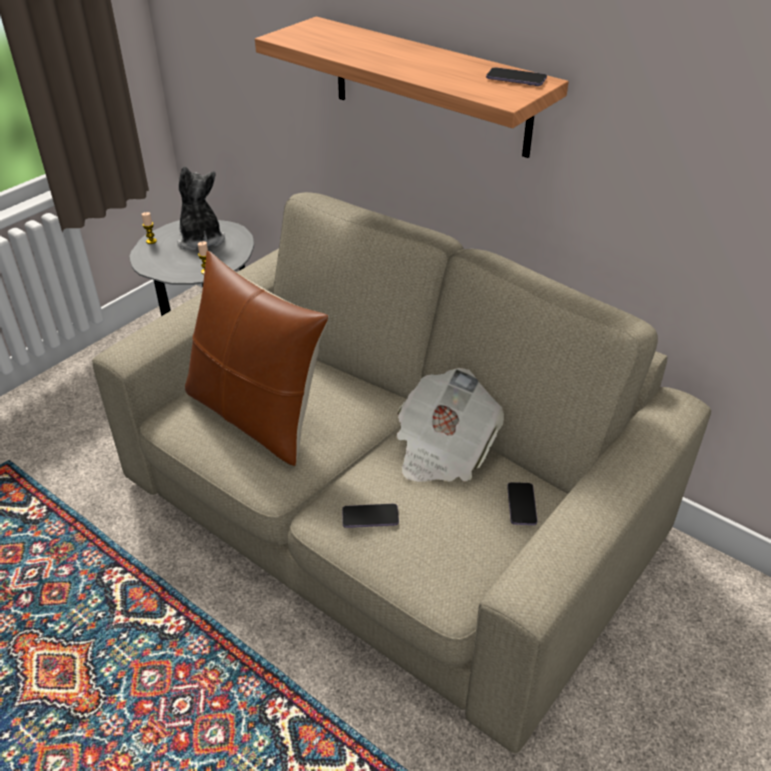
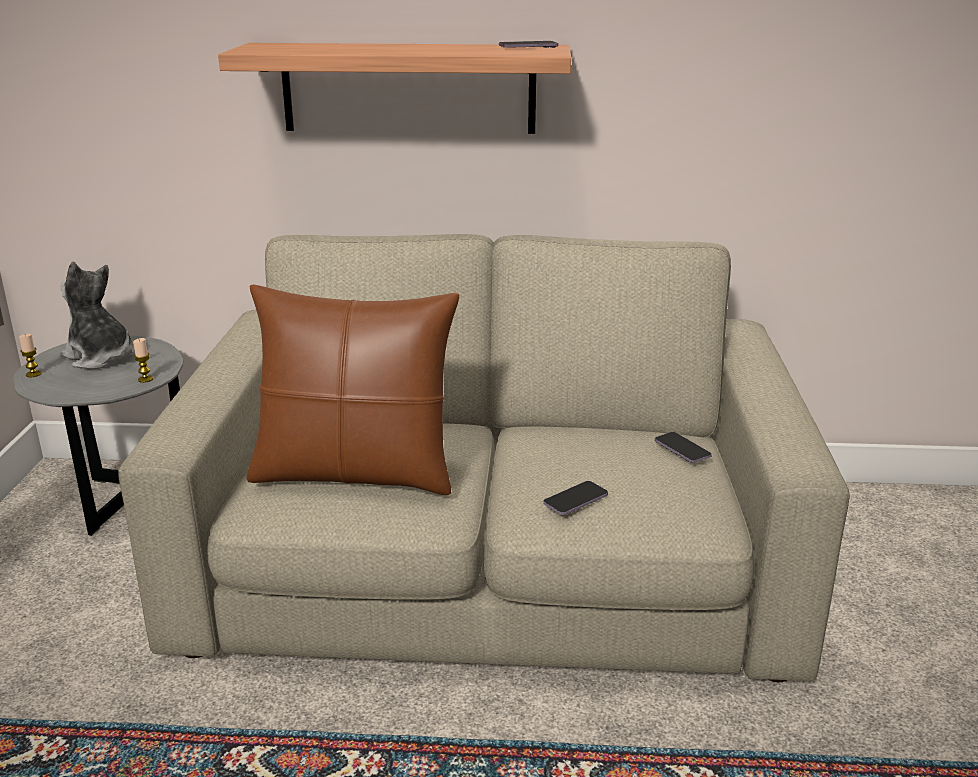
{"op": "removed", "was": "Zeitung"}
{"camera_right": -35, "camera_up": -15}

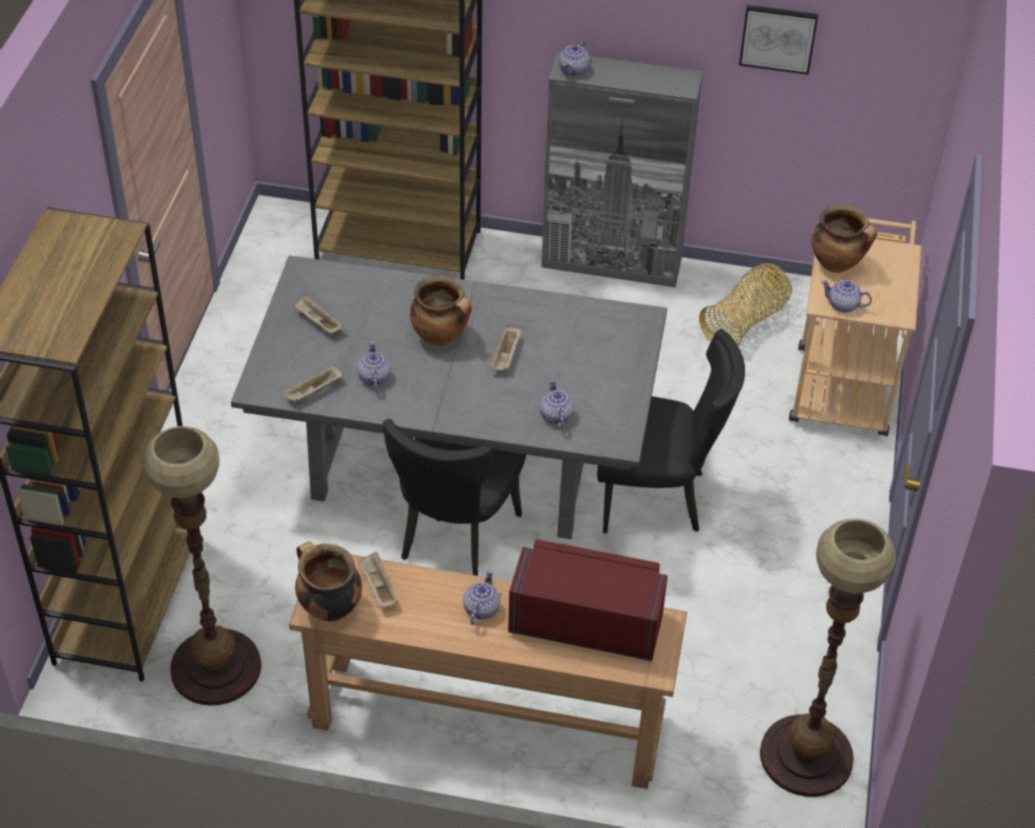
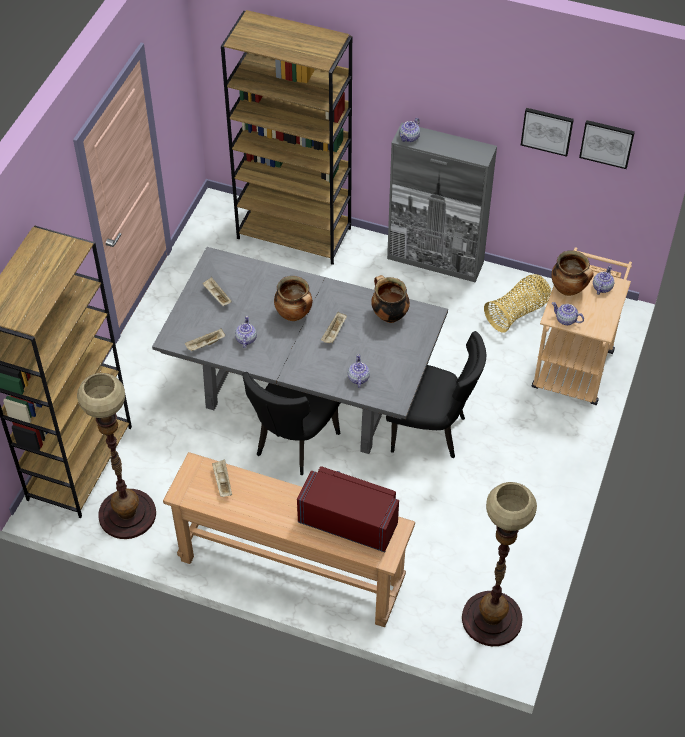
{"op": "moved", "was": "Kochtopf (1st from left in the first image)", "now": "Kochtopf (2nd from left)"}
{"op": "added", "now": "Bild (2nd from left)"}
{"op": "moved", "was": "Teekanne (2nd from left in the first image)", "now": "Teekanne (5th from left)"}
{"camera_right": 10, "camera_up": 5}

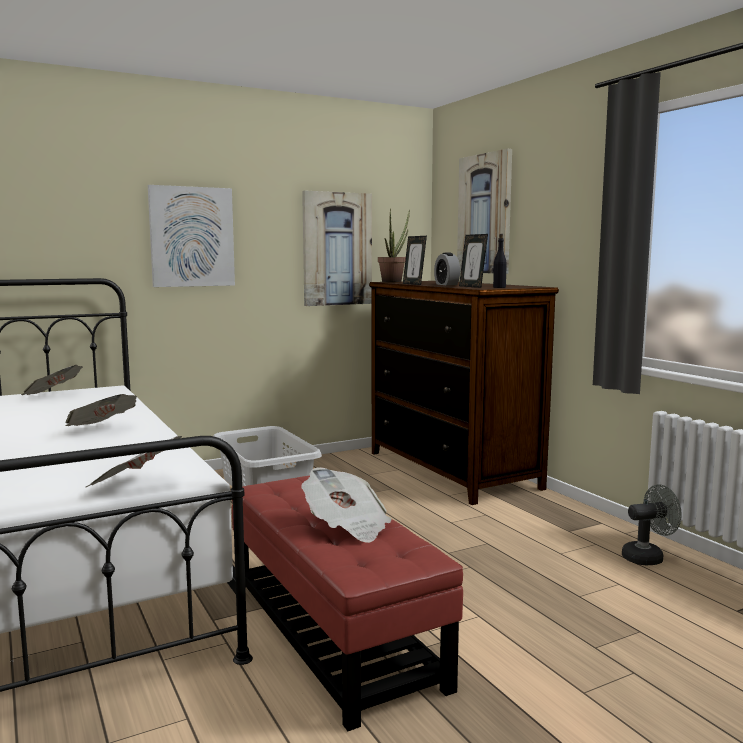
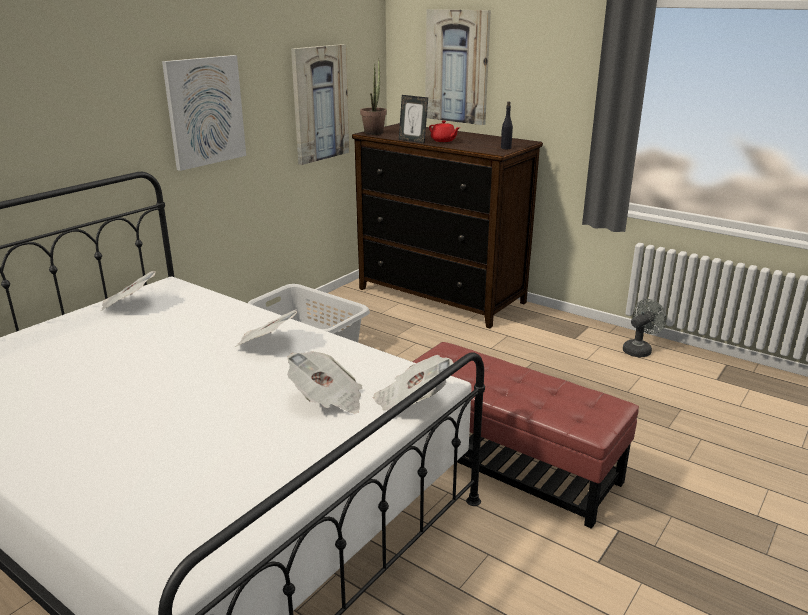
{"op": "moved", "was": "Zeitung (4th from left in the first image)", "now": "Zeitung (3rd from left)"}
{"op": "replaced", "was": "Wecker", "now": "Teekanne/rot"}
{"op": "removed", "was": "Bilderrahmen (2nd from left)"}
{"camera_right": -25, "camera_up": 15}

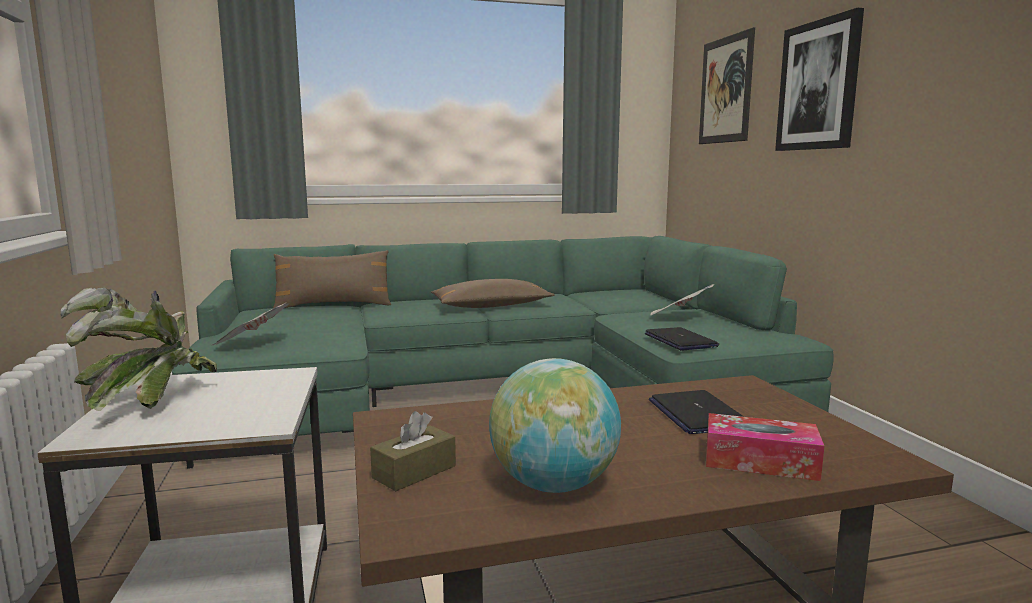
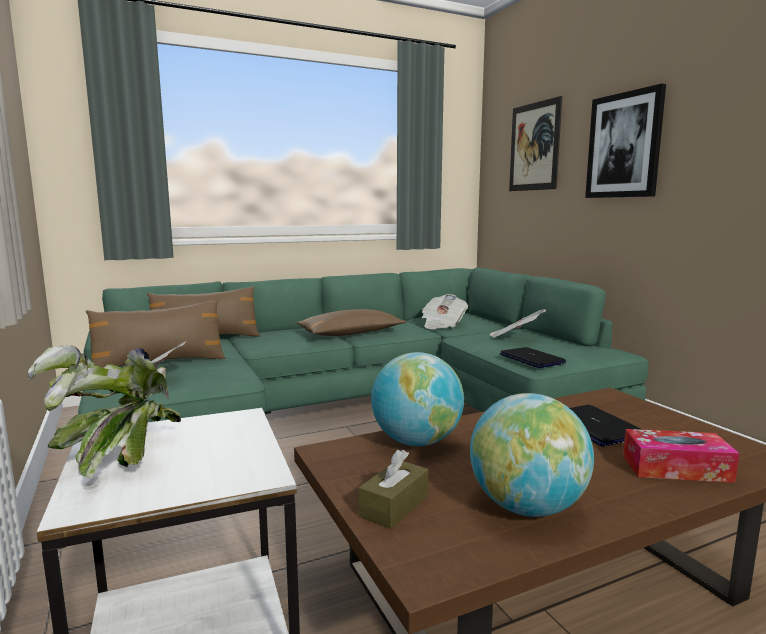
{"op": "added", "now": "Kissen/braun (1st from left)"}
{"op": "added", "now": "Globus (1st from left)"}
{"op": "added", "now": "Zeitung (2nd from left)"}
{"camera_right": -10, "camera_up": 0}

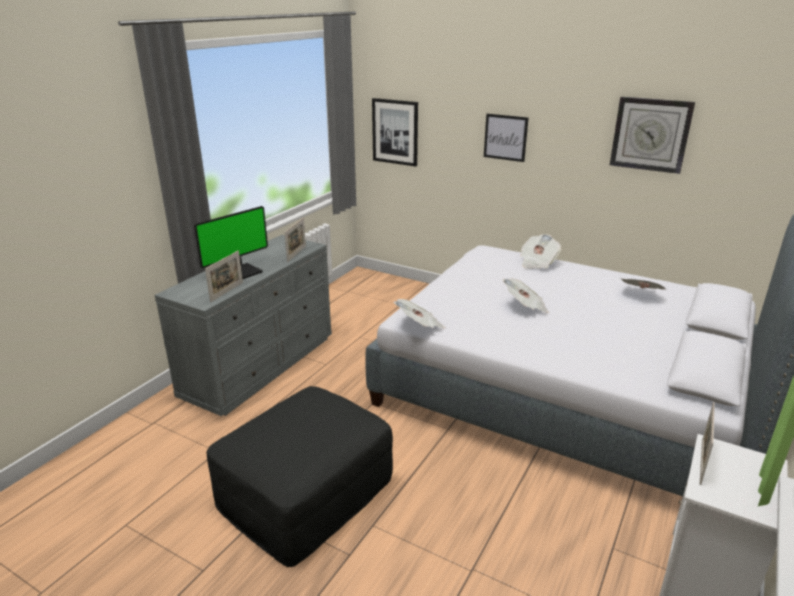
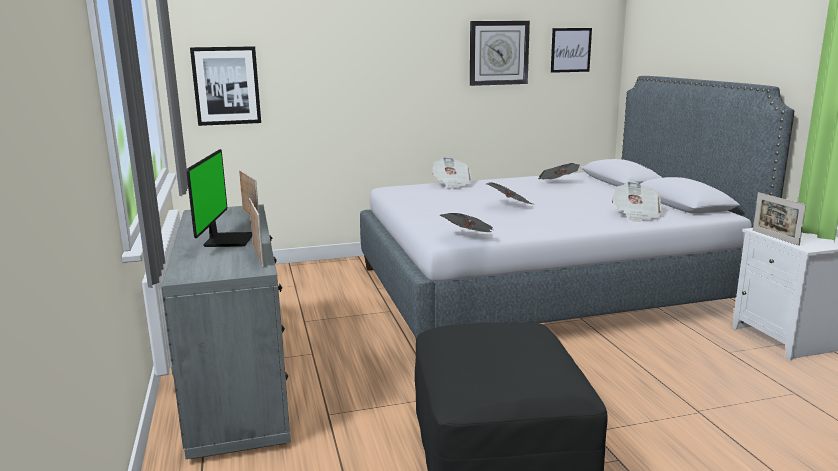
{"op": "moved", "was": "Bild (2nd from left)"}
{"op": "added", "now": "Zeitung (5th from left)"}
{"camera_right": -45, "camera_up": -10}

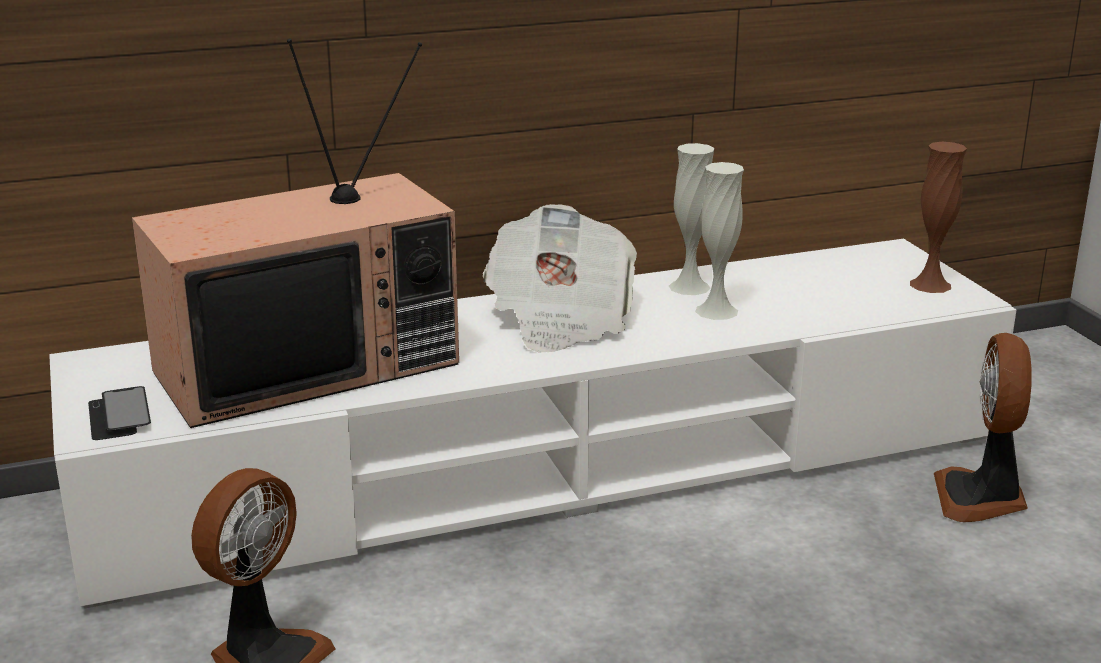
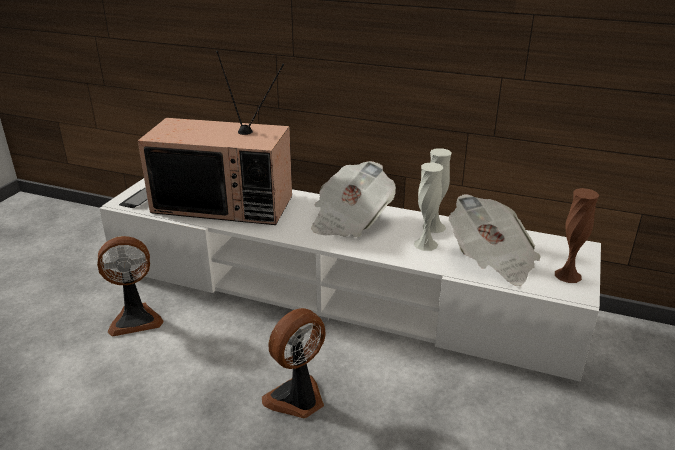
{"op": "moved", "was": "Ventilator (2nd from left)"}
{"op": "added", "now": "Zeitung (2nd from left)"}
{"camera_right": 40, "camera_up": 5}

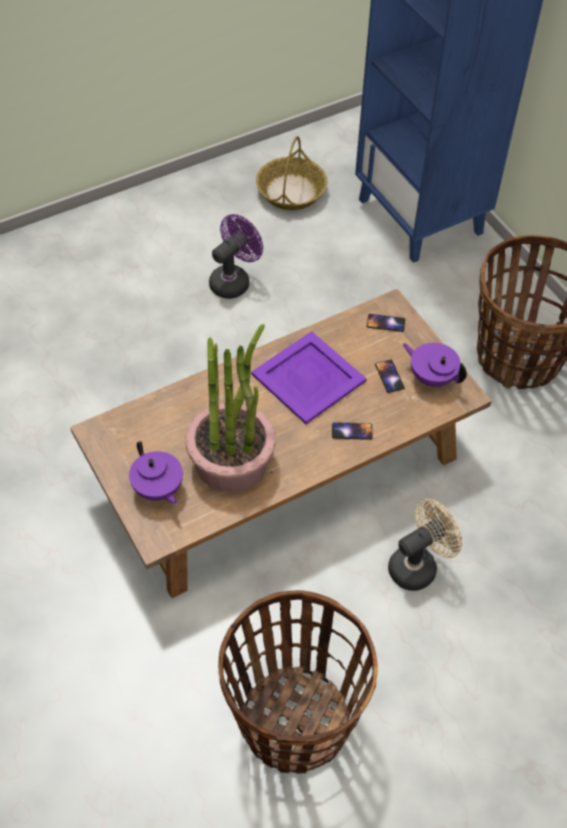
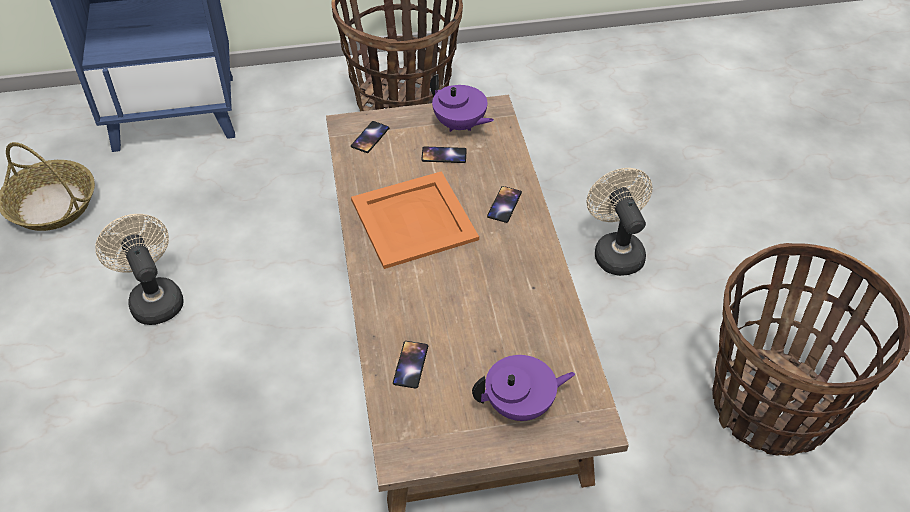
{"op": "recoloured", "was": "Ventilator/lila", "now": "Ventilator/beige (1st from left)"}
{"op": "recoloured", "was": "Tablett/lila", "now": "Tablett/orange"}
{"op": "added", "now": "Handy (2nd from left)"}
{"op": "turned", "was": "Teekanne/lila (2nd from left in the first image)", "clockwise": -105}
{"op": "removed", "was": "Topfpflanze"}
{"camera_right": -70, "camera_up": -5}

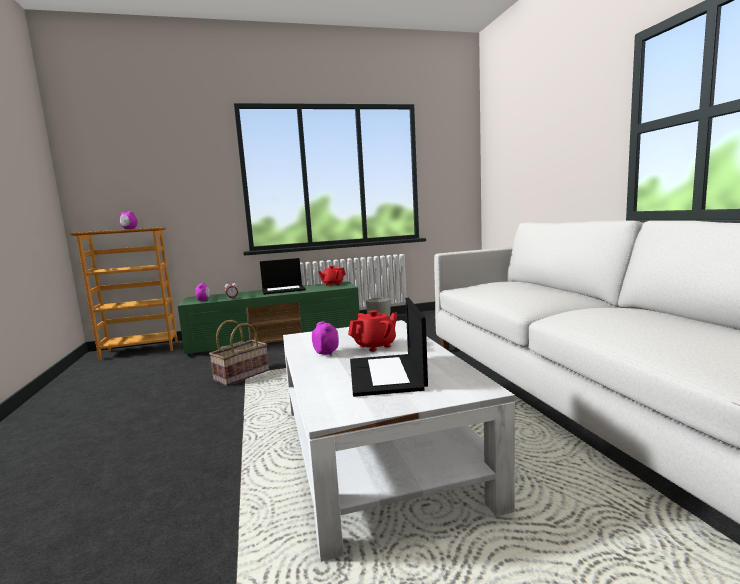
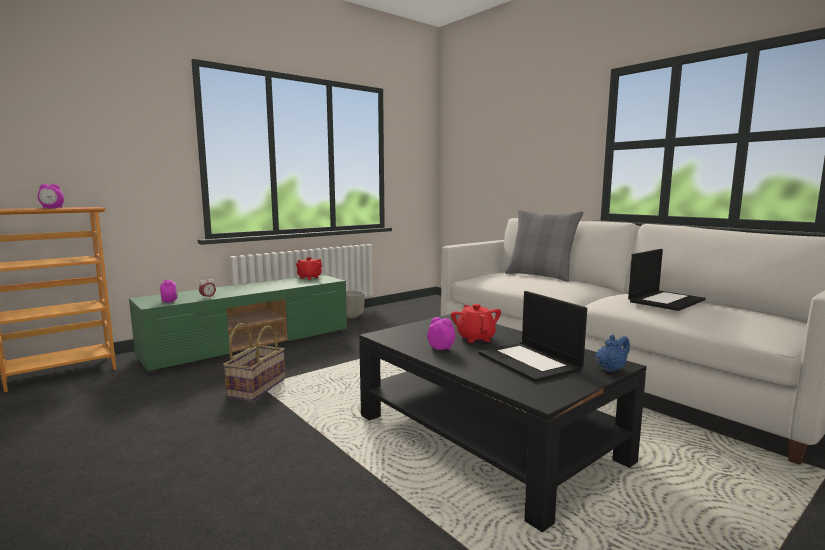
{"op": "recoloured", "was": "Couchtisch/weiß", "now": "Couchtisch/schwarz"}
{"op": "turned", "was": "Teekanne/rot (2nd from left)", "clockwise": -45}
{"op": "added", "now": "Kissen/grau"}
{"op": "added", "now": "Teekanne/blau"}
{"op": "moved", "was": "Laptop (1st from left in the first image)", "now": "Laptop (2nd from left)"}
{"camera_right": -25, "camera_up": 0}

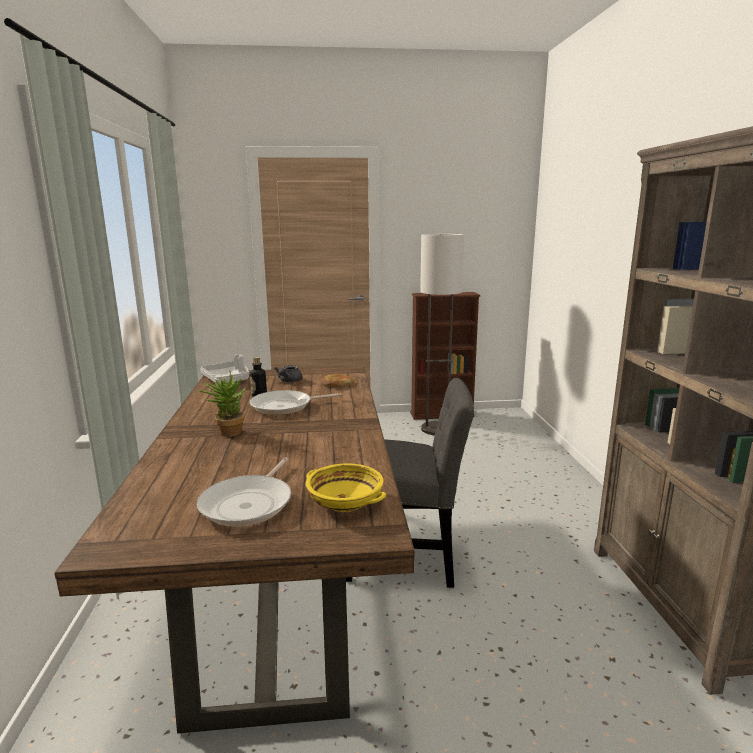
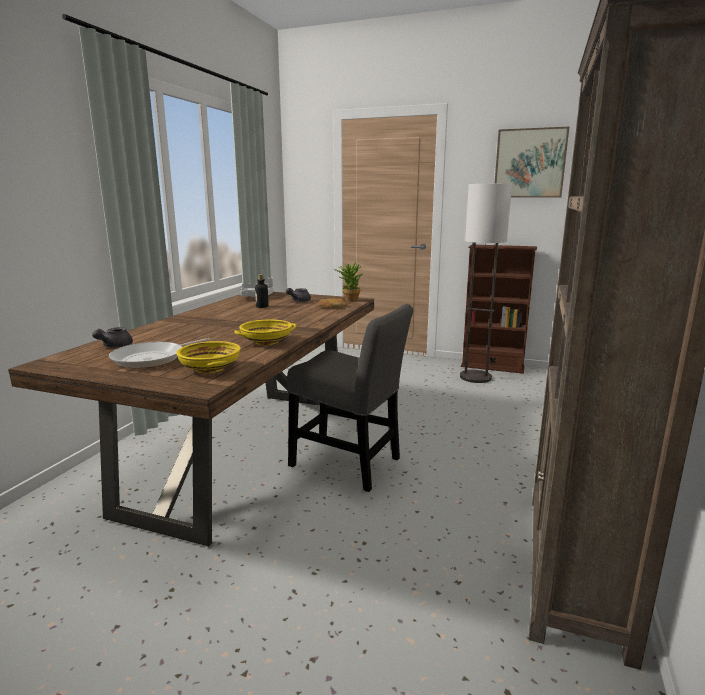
{"op": "added", "now": "Teekanne/grau (1st from left)"}
{"op": "added", "now": "Schüssel/gelb (2nd from left)"}
{"op": "moved", "was": "Topfpflanze"}
{"op": "added", "now": "Bild"}
{"op": "removed", "was": "Pfanne (2nd from left)"}
{"camera_right": 25, "camera_up": 0}

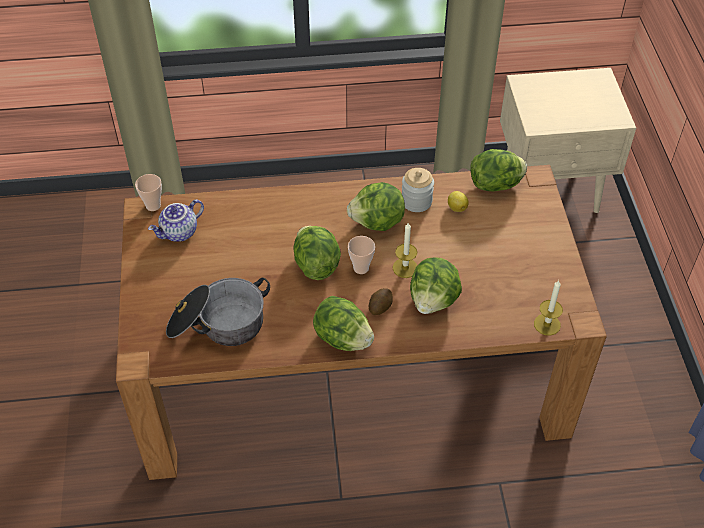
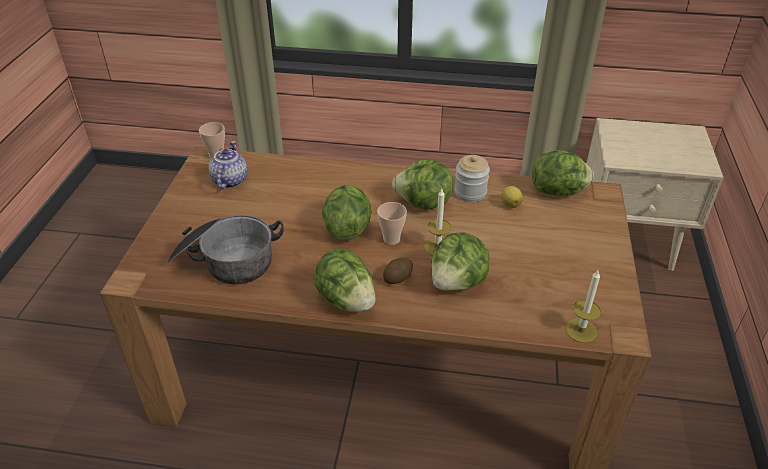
{"op": "turned", "was": "Teekanne", "clockwise": 120}
{"camera_right": 15, "camera_up": -10}

